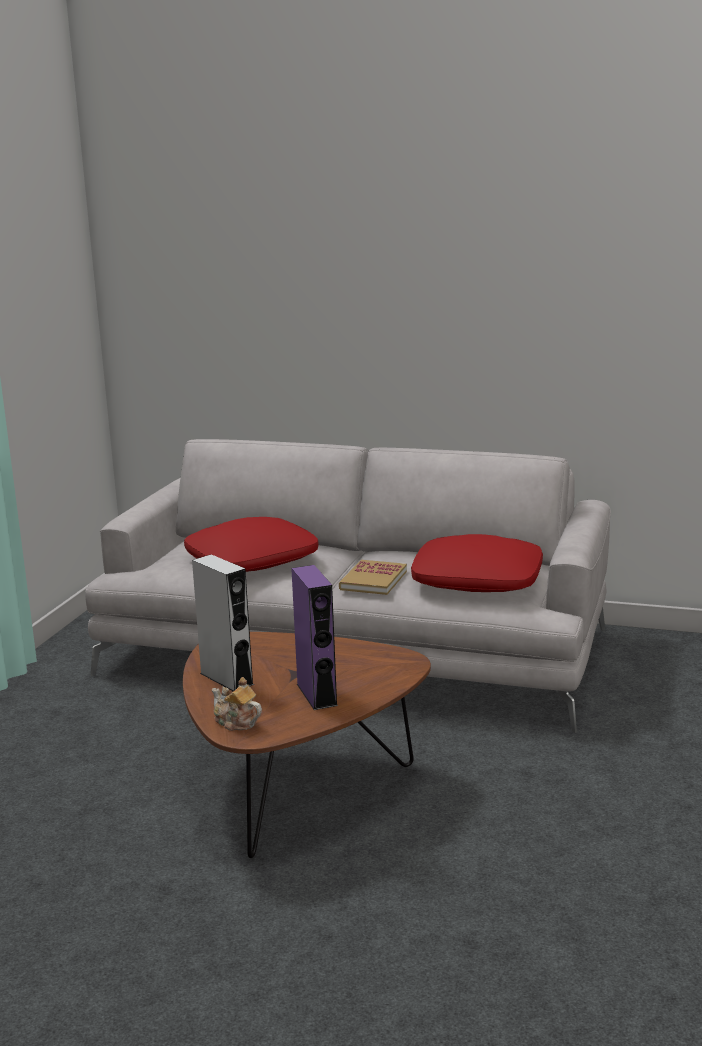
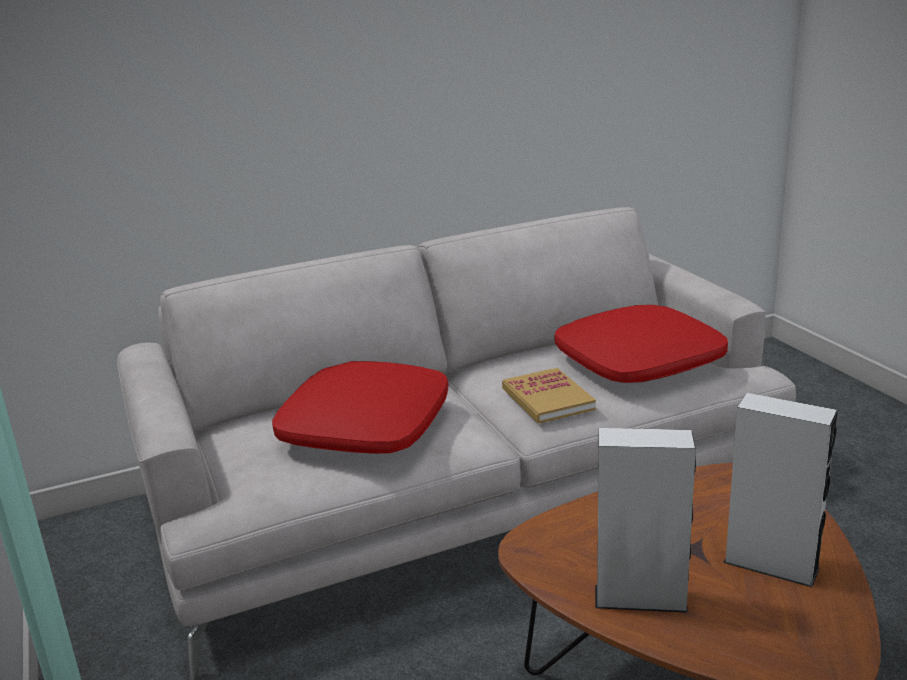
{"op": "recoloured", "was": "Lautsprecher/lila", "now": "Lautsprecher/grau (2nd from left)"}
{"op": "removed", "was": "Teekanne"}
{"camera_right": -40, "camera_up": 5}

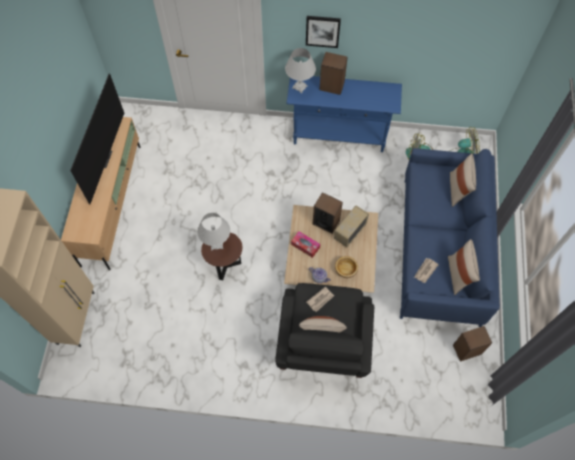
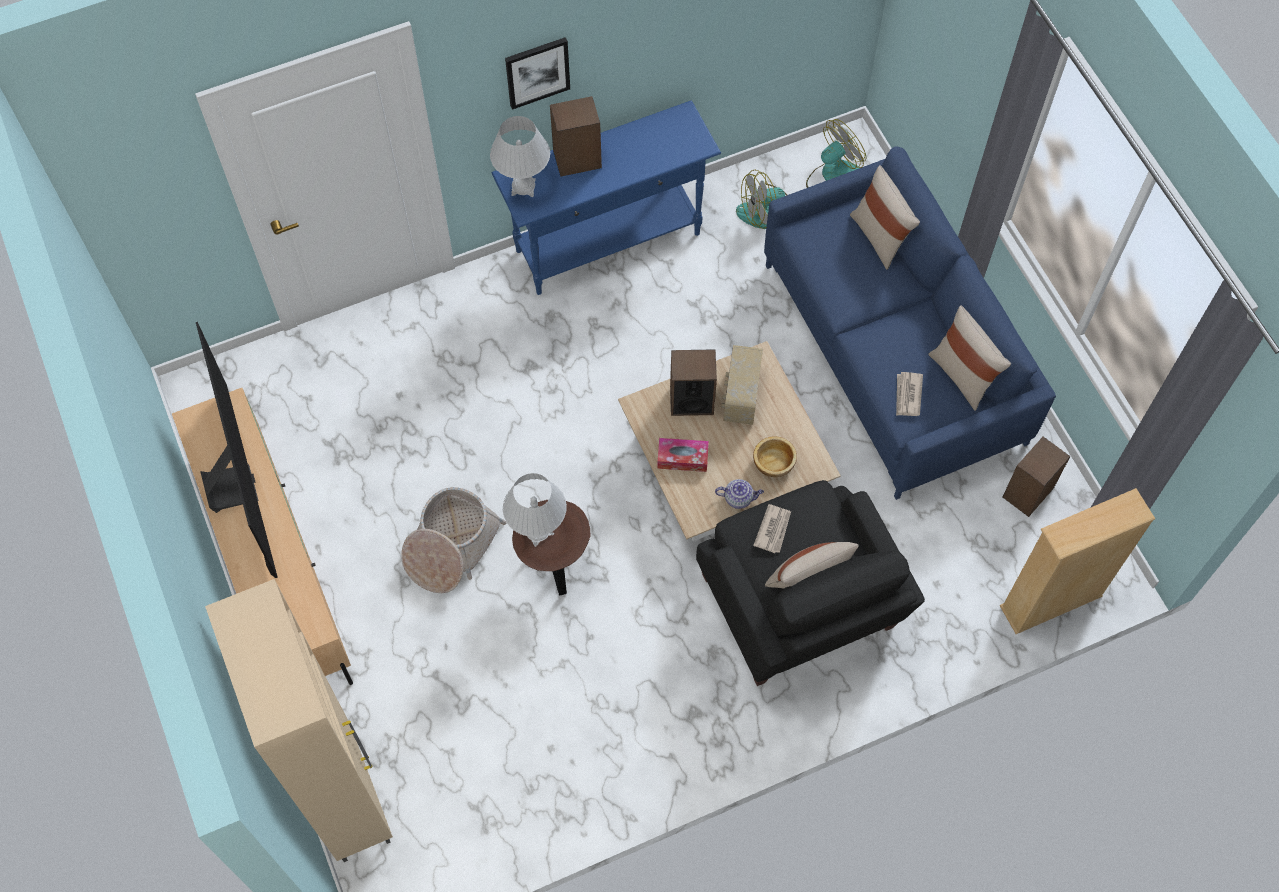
{"op": "added", "now": "Korb"}
{"op": "added", "now": "Bücherregal/beige"}
{"camera_right": -30, "camera_up": 0}

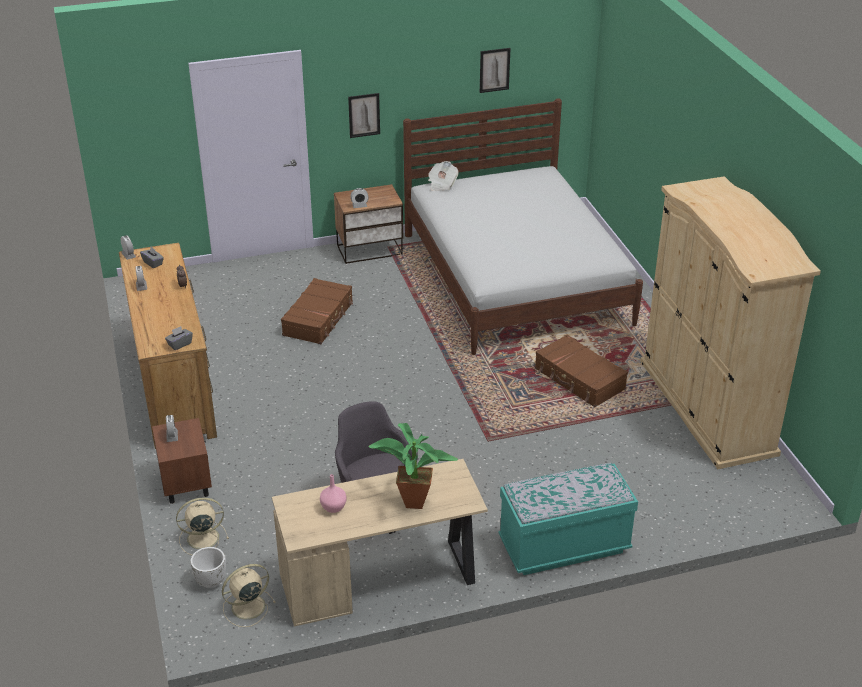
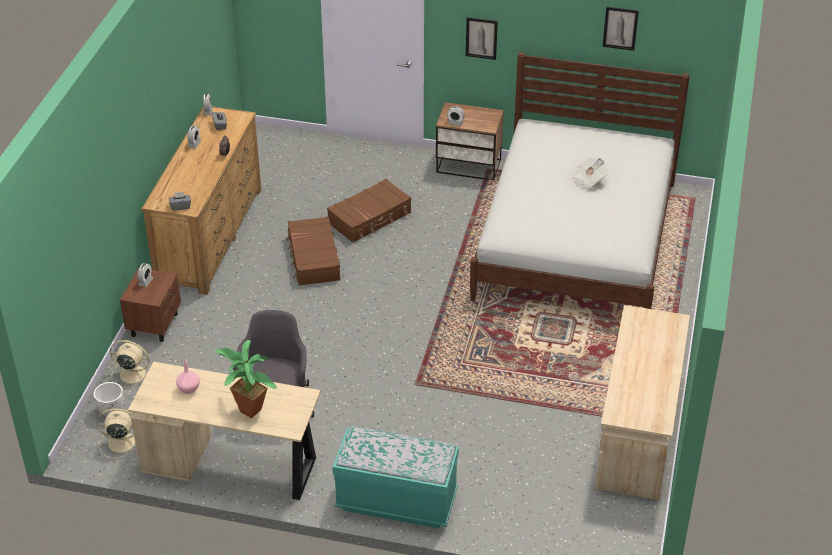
{"op": "moved", "was": "Koffer/braun (2nd from left in the first image)", "now": "Koffer/braun (1st from left)"}
{"op": "moved", "was": "Zeitung"}
{"op": "replaced", "was": "Kleiderschrank/beige", "now": "Schreibtisch/beige (2nd from left)"}
{"camera_right": 30, "camera_up": 5}

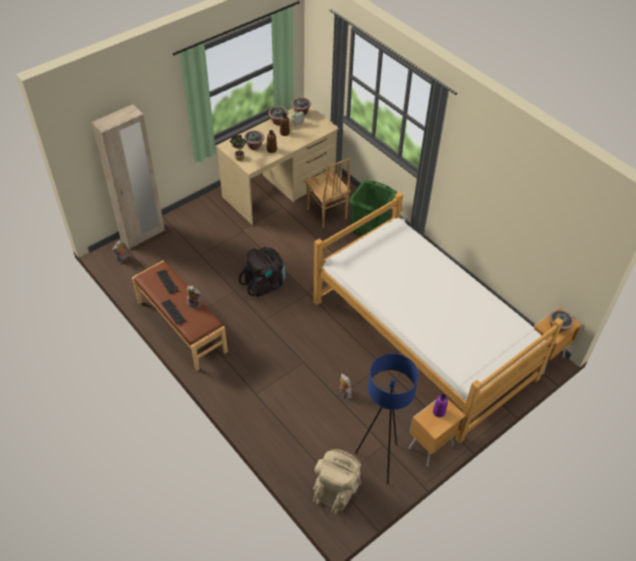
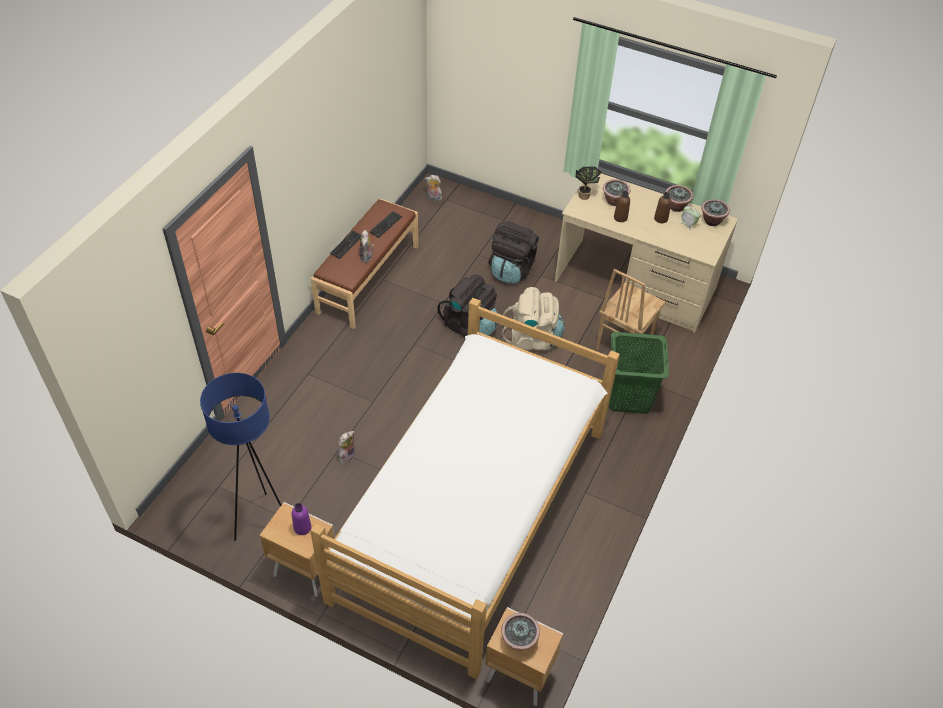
{"op": "added", "now": "Rucksack/schwarz (2nd from left)"}
{"op": "moved", "was": "Rucksack/beige"}
{"op": "removed", "was": "Kleiderschrank/beige"}
{"camera_right": 65, "camera_up": 0}

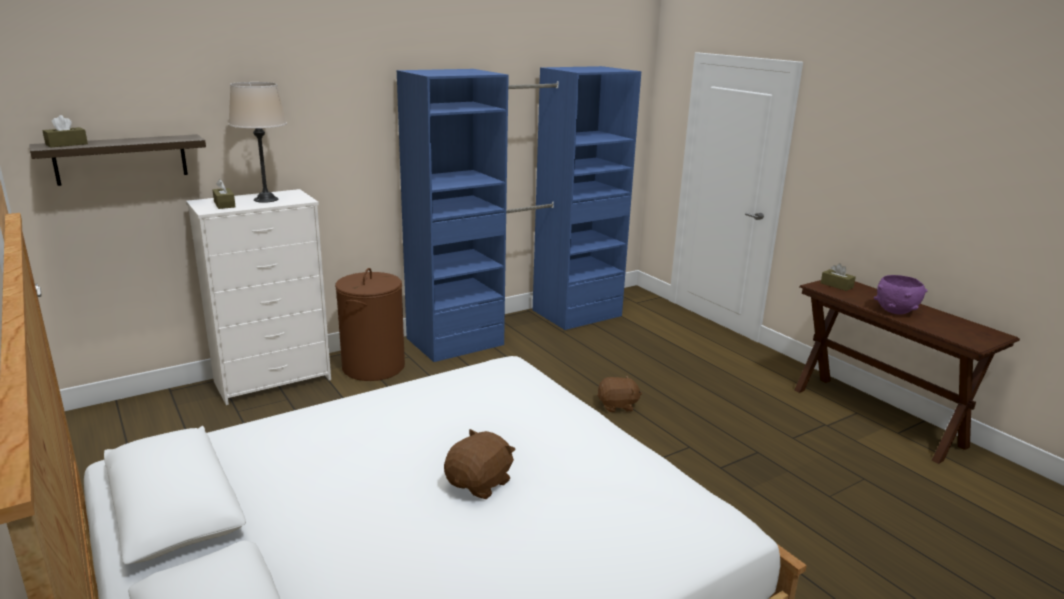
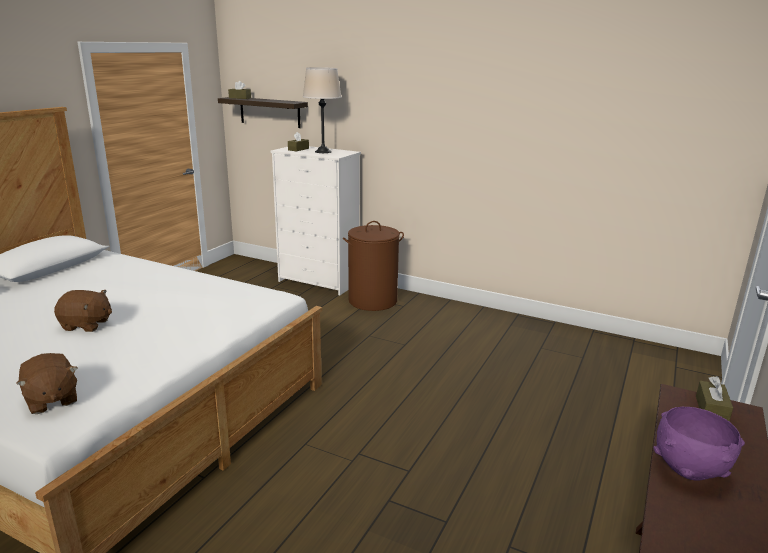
{"op": "moved", "was": "Plüschtier/braun (2nd from left in the first image)", "now": "Plüschtier/braun (1st from left)"}
{"op": "removed", "was": "Kleiderschrank/blau"}
{"camera_right": 60, "camera_up": 0}

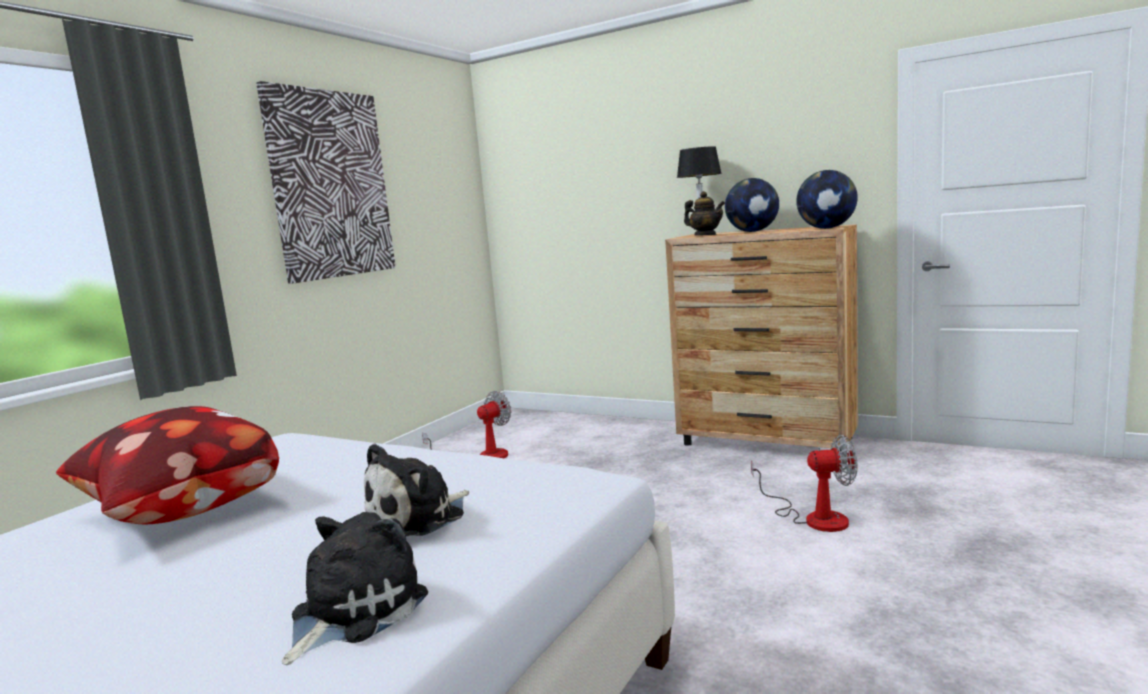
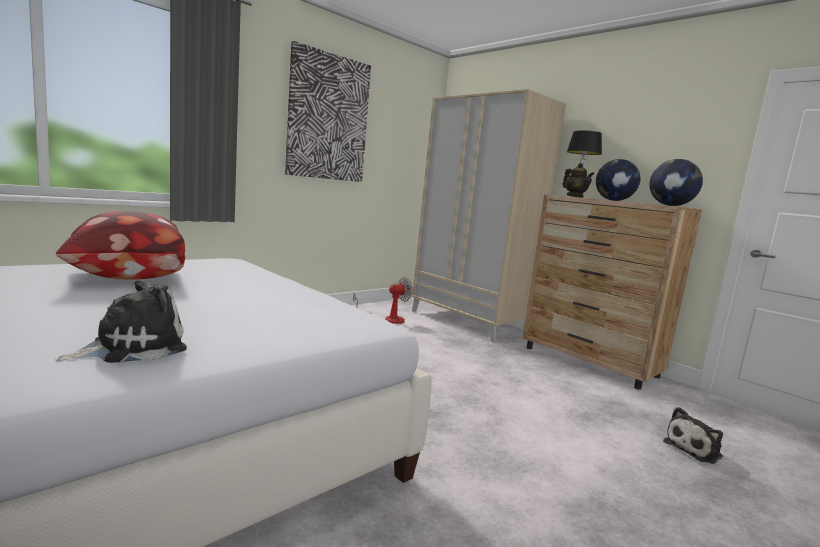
{"op": "added", "now": "Kleiderschrank/beige"}
{"op": "moved", "was": "Plüschtier (2nd from left)"}
{"op": "removed", "was": "Ventilator (2nd from left)"}
{"camera_right": 15, "camera_up": 0}

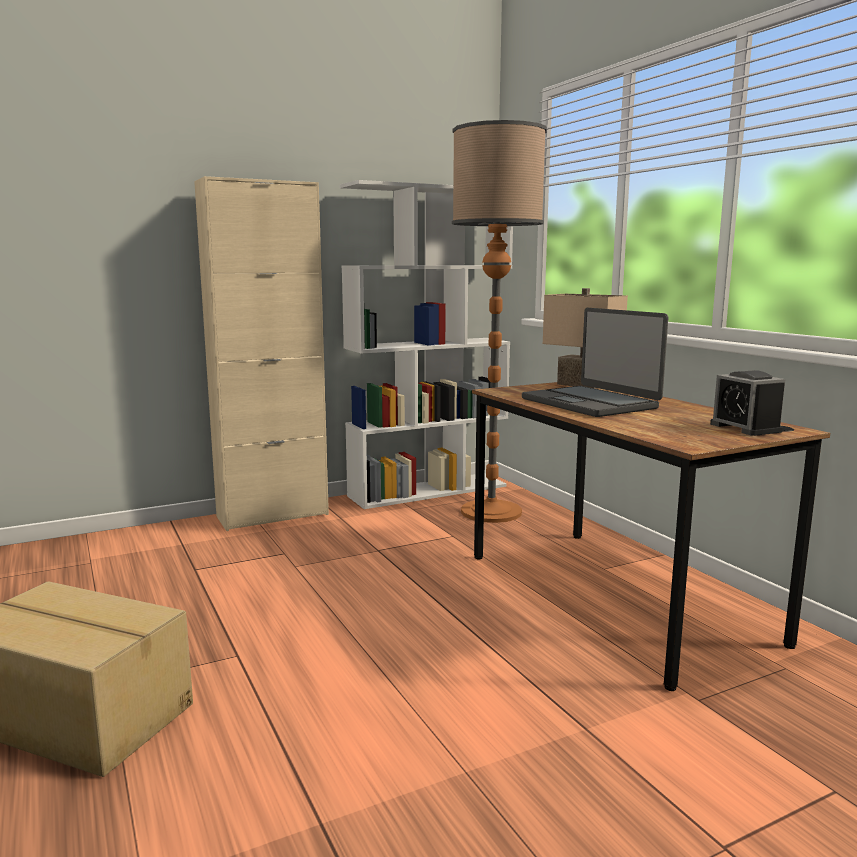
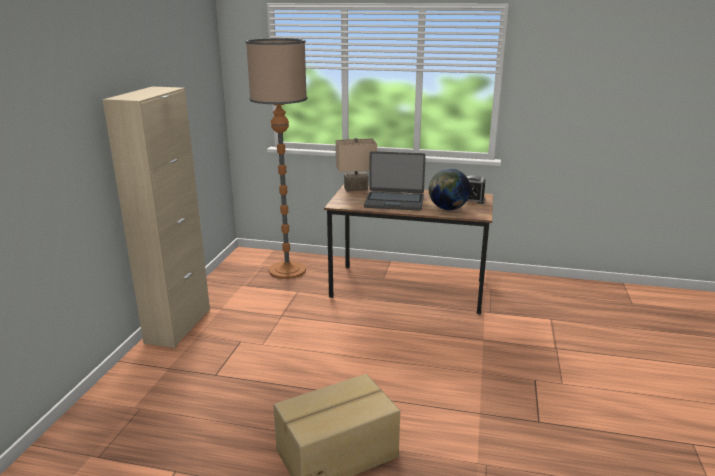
{"op": "added", "now": "Globus"}
{"op": "removed", "was": "Bücherregal/weiß"}
{"camera_right": -50, "camera_up": 10}

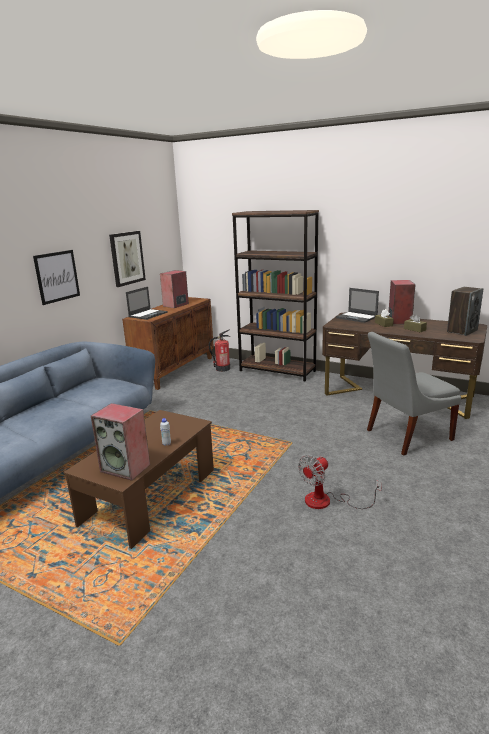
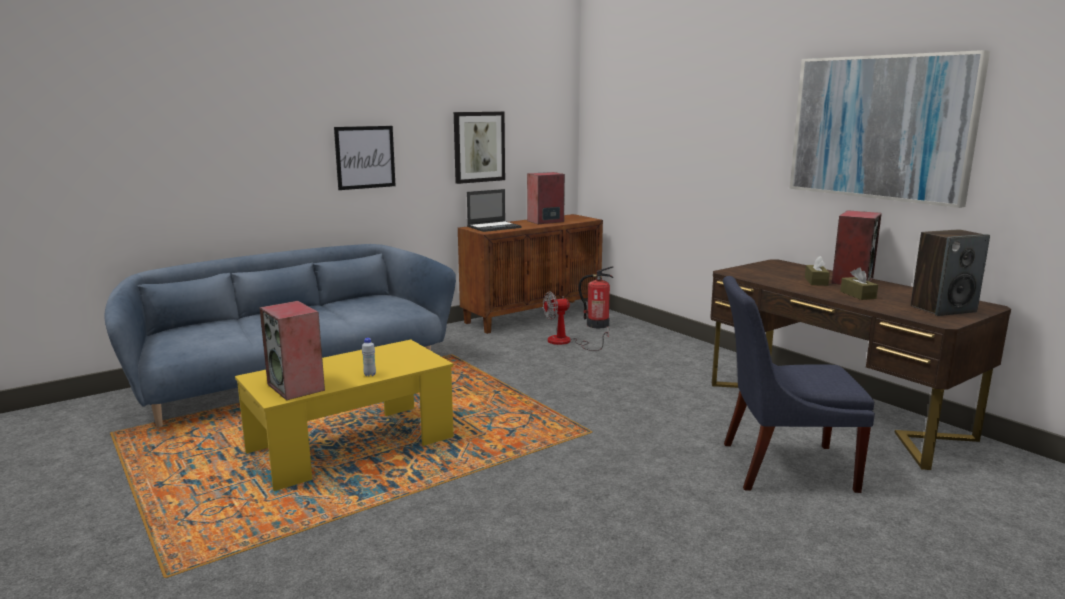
{"op": "recoloured", "was": "Couchtisch/braun", "now": "Couchtisch/gelb"}
{"op": "moved", "was": "Ventilator"}
{"op": "recoloured", "was": "Stuhl/grau", "now": "Stuhl/blau"}
{"op": "added", "now": "Bild (3rd from left)"}
{"op": "removed", "was": "Bücherregal/braun"}
{"op": "removed", "was": "Laptop (2nd from left)"}
{"camera_right": 25, "camera_up": -5}

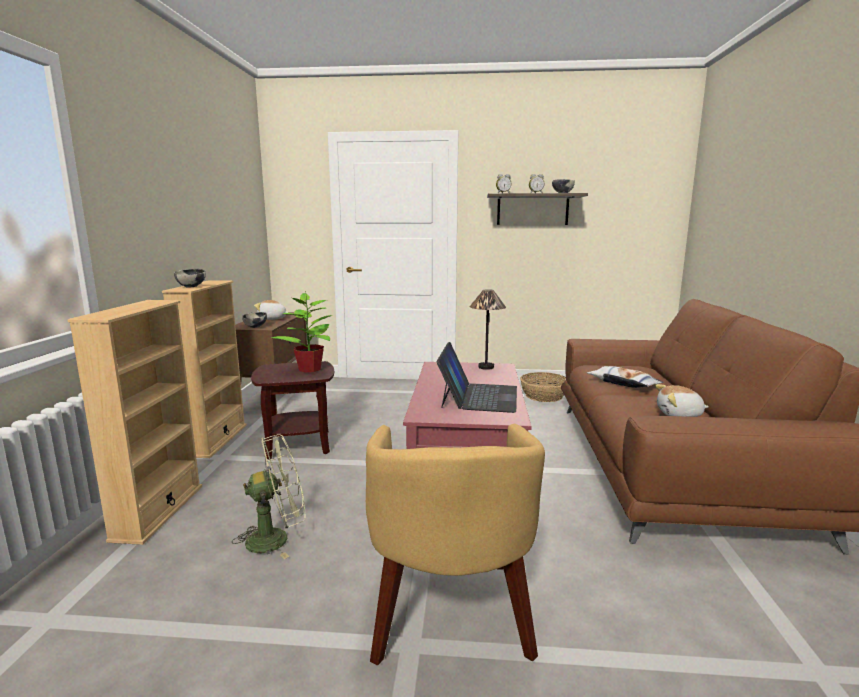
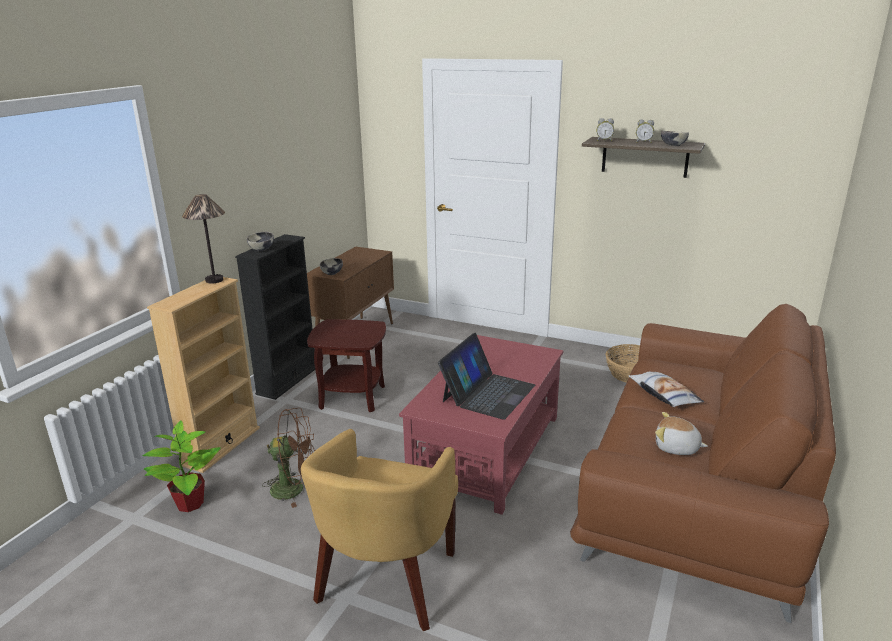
{"op": "moved", "was": "Topfpflanze"}
{"op": "moved", "was": "Tischlampe"}
{"op": "recoloured", "was": "Bücherregal/beige (2nd from left)", "now": "Bücherregal/schwarz"}
{"op": "recoloured", "was": "Ventilator/grün", "now": "Ventilator/braun"}
{"op": "removed", "was": "Plüschtier (1st from left)"}
{"camera_right": 20, "camera_up": 10}

